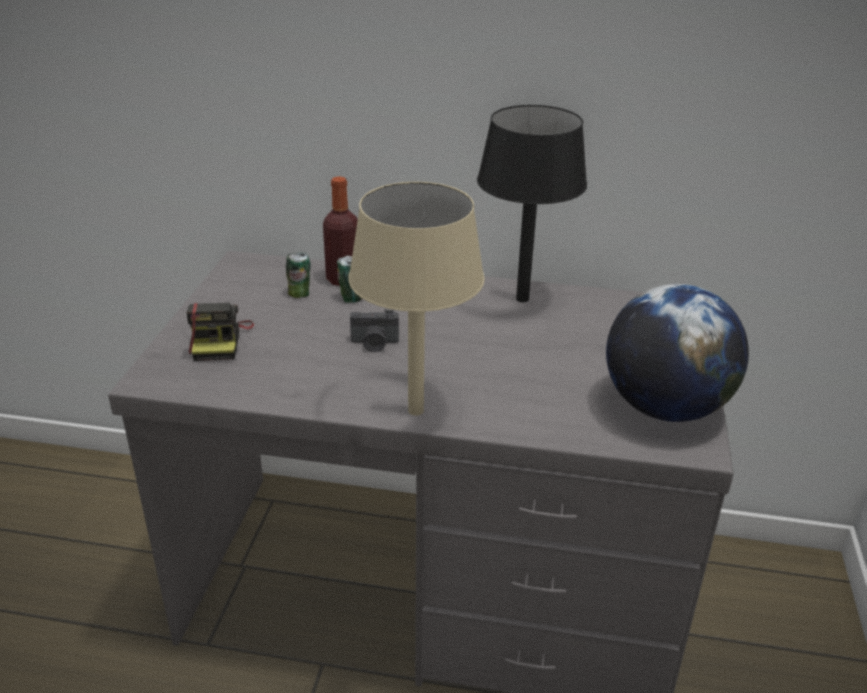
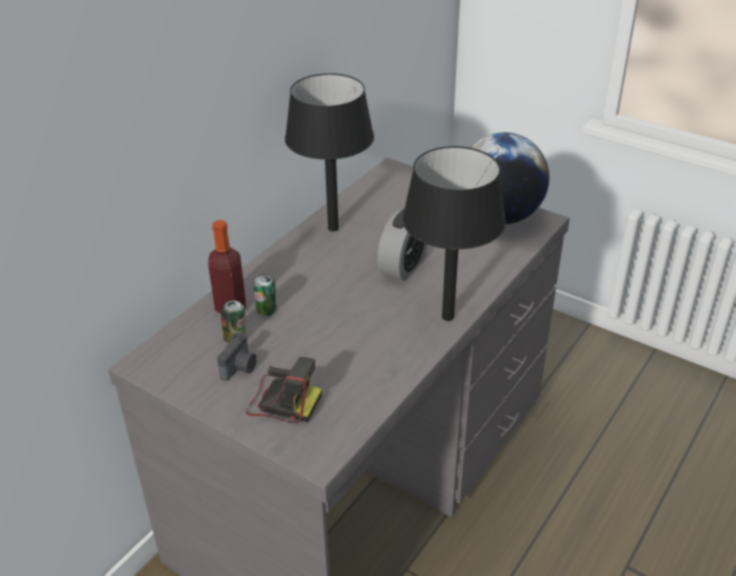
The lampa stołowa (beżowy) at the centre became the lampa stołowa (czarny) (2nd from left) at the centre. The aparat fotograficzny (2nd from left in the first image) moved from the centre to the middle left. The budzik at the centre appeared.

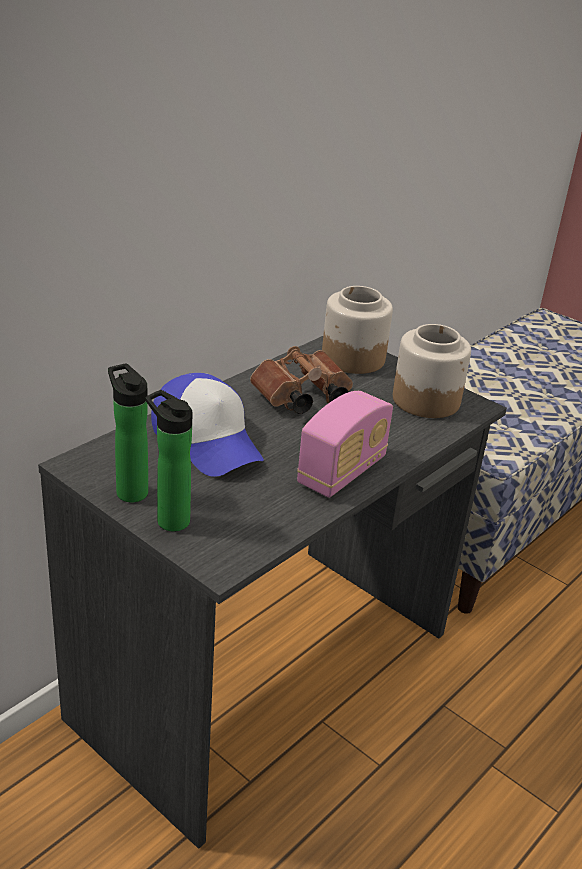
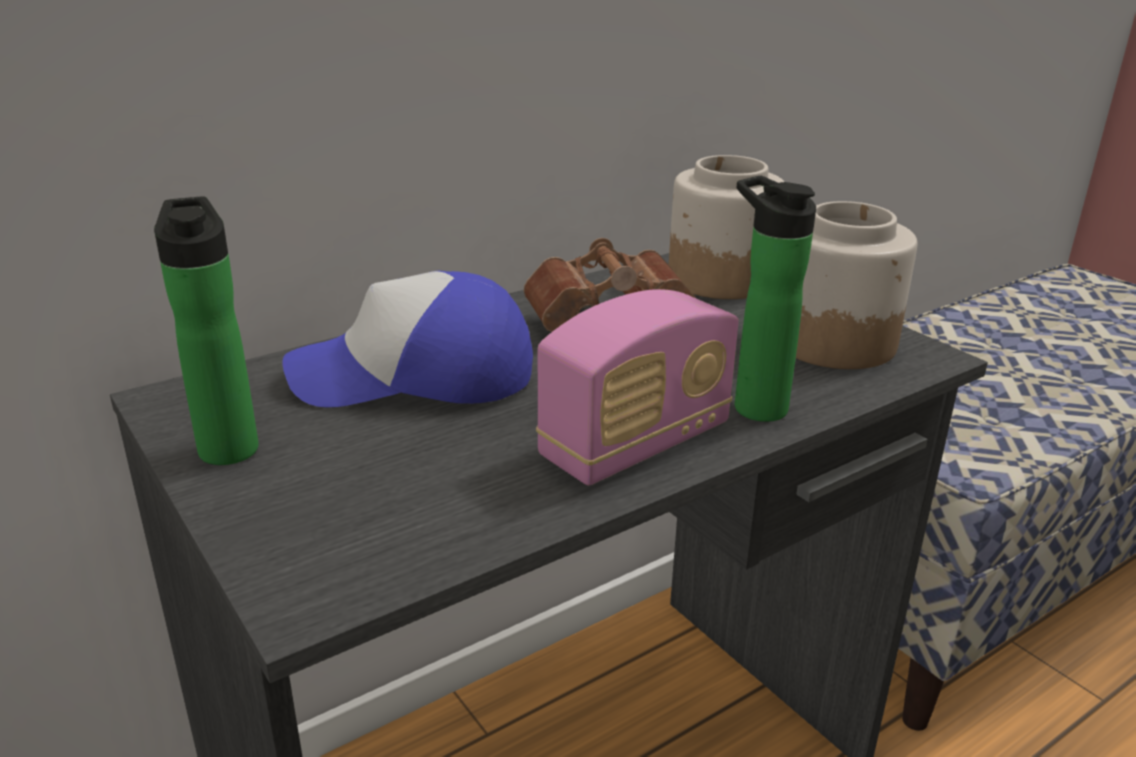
The butelka (2nd from left) moved from the middle left to the middle right. The czapka z daszkiem at the centre turned 105 degrees clockwise.

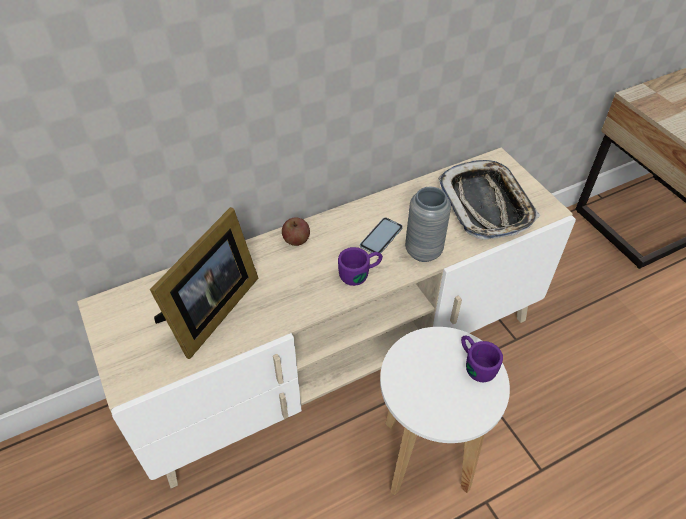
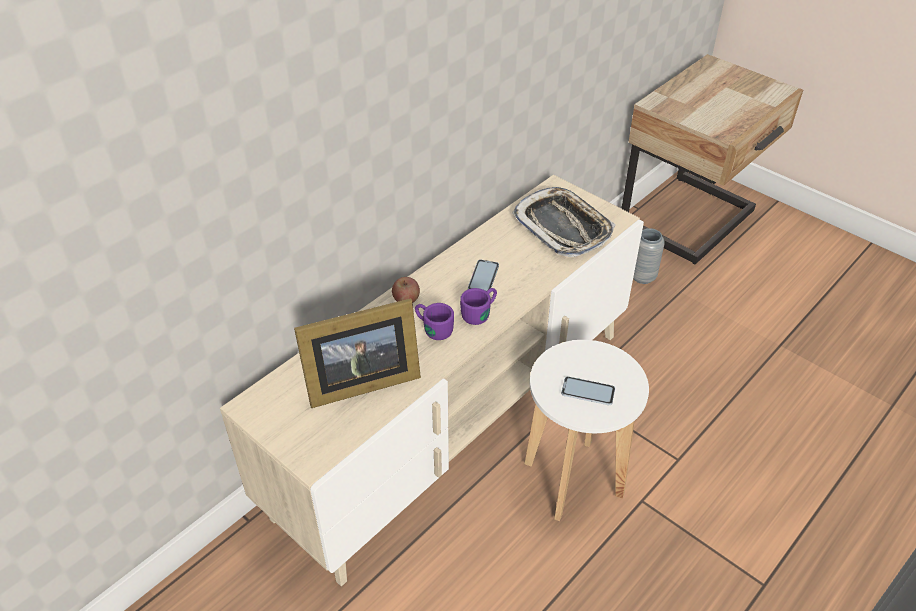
The ramka na zdjęcie at the middle left turned 60 degrees clockwise. The wazon (szary) moved from the centre to the middle right. The kubek (fioletowy) (2nd from left in the first image) moved from the bottom right to the centre. The telefon (2nd from left) at the centre appeared.

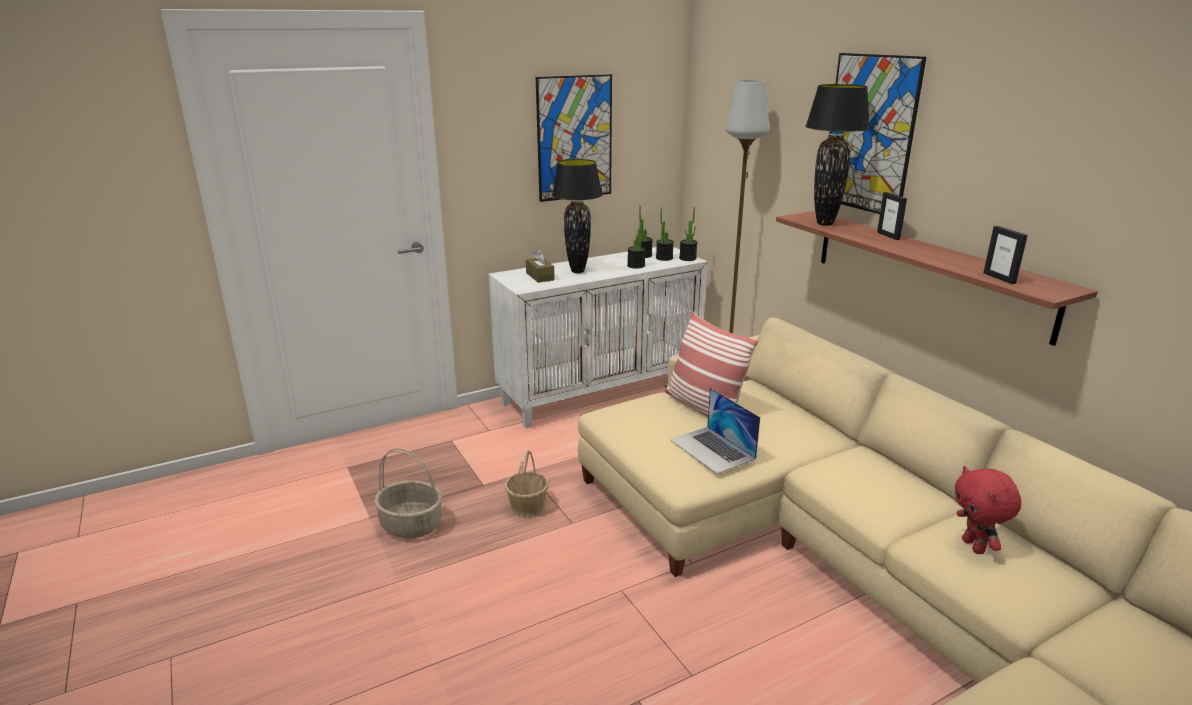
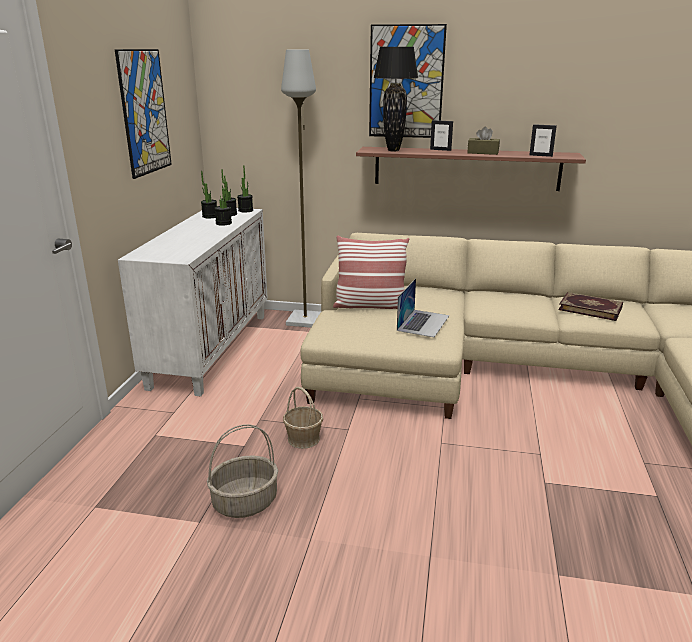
The pudełko chusteczek (brązowy) moved from the centre to the top right. The lampa stołowa (czarny) (1st from left) at the top centre disappeared. The laptop at the centre turned 75 degrees counterclockwise. The pluszak (czerwony) at the bottom right was replaced by the książka at the middle right.

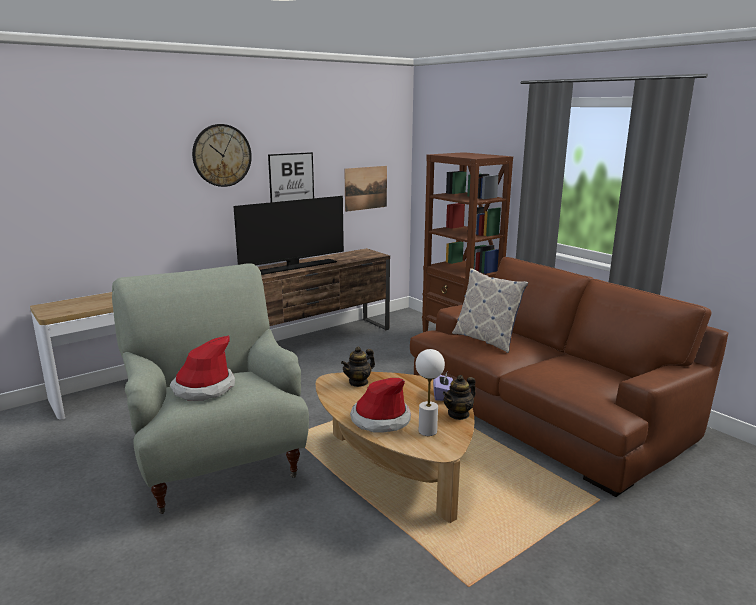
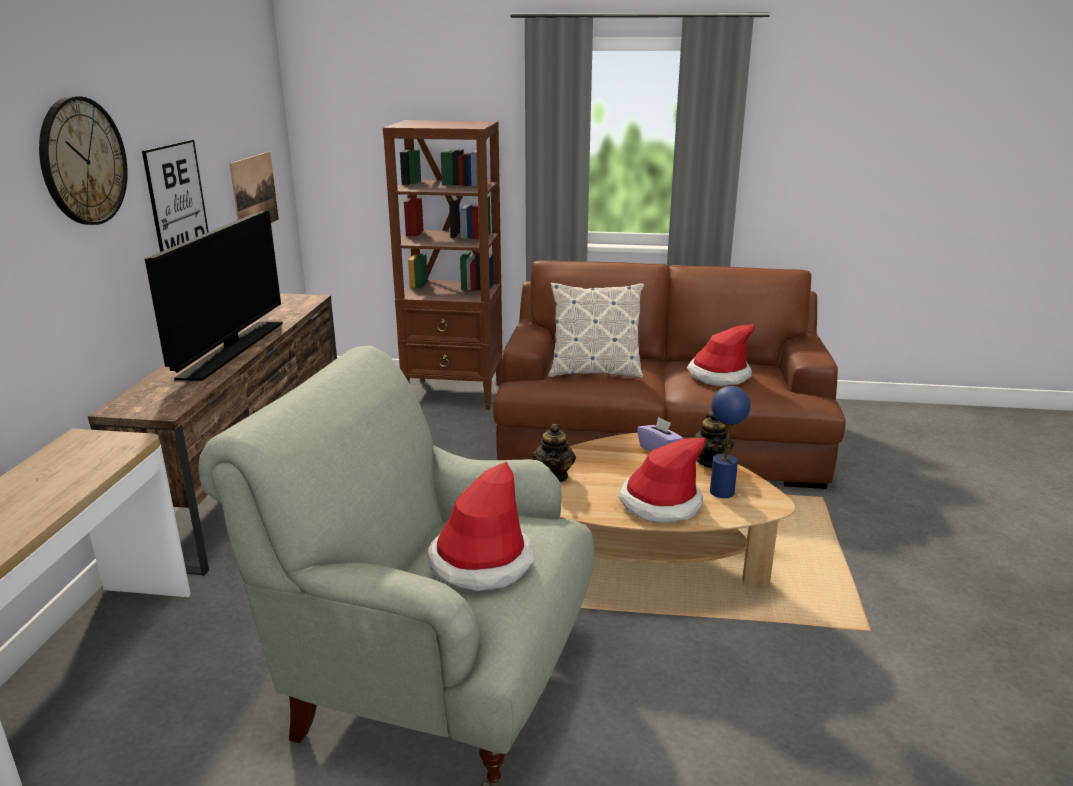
The lampa stołowa (biały) at the centre became the lampa stołowa (niebieski) at the middle right. The kapelusz (3rd from left) at the middle right appeared.

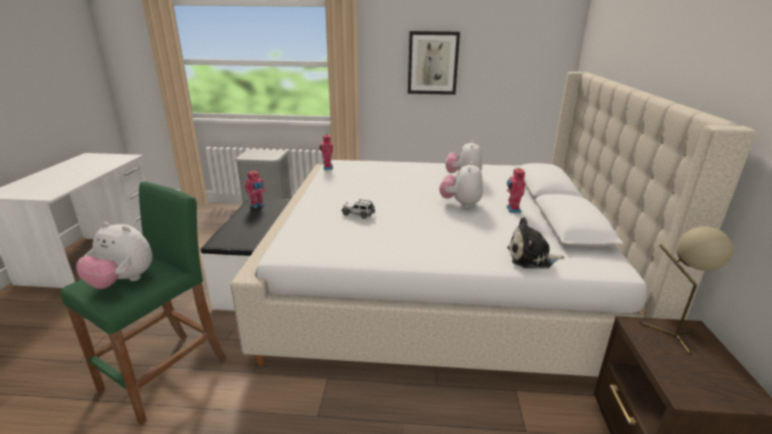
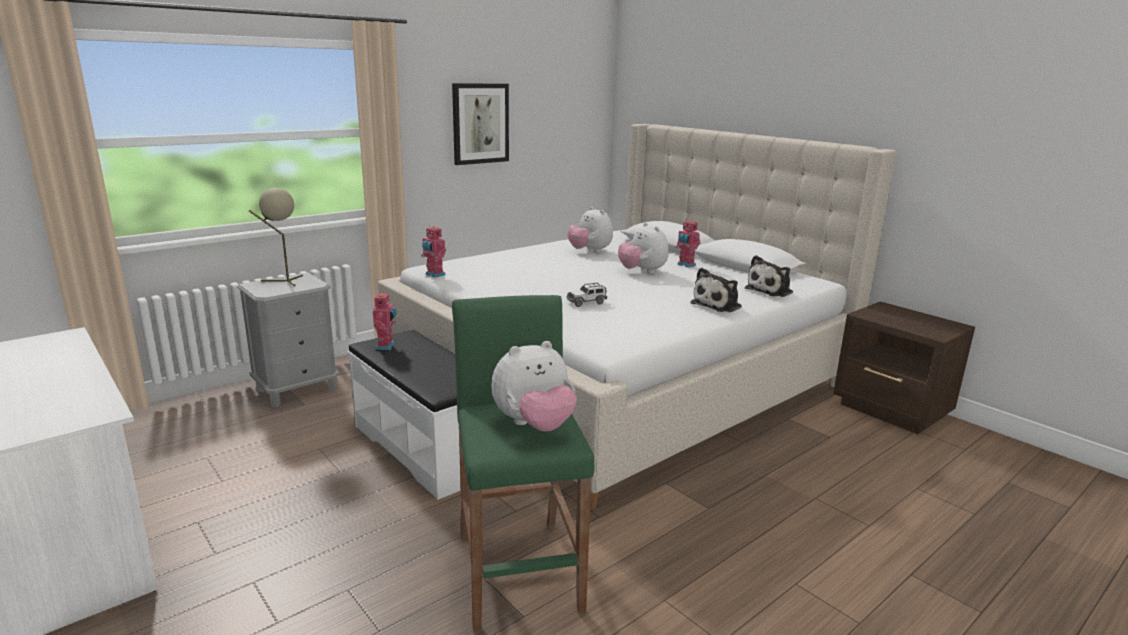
The lampa stołowa (beżowy) moved from the bottom right to the middle left. The pluszak (4th from left) at the centre appeared.

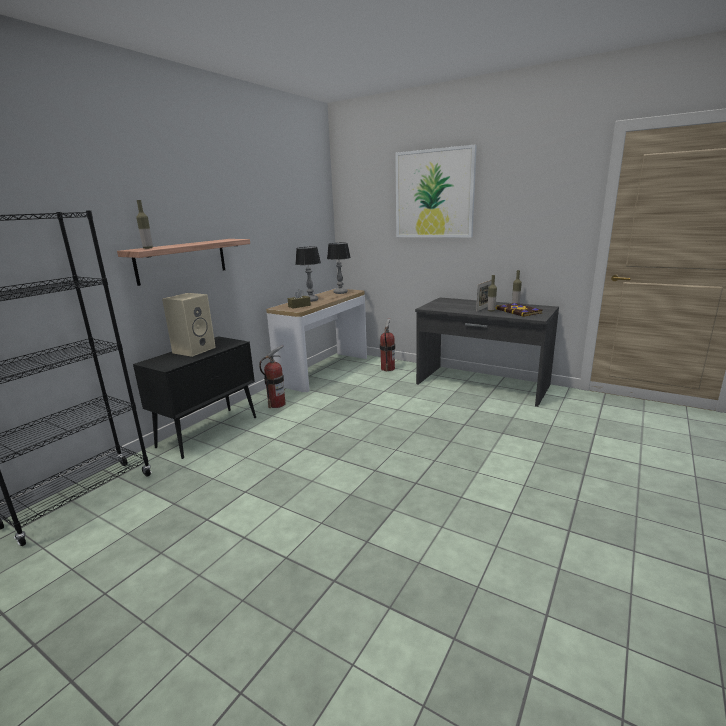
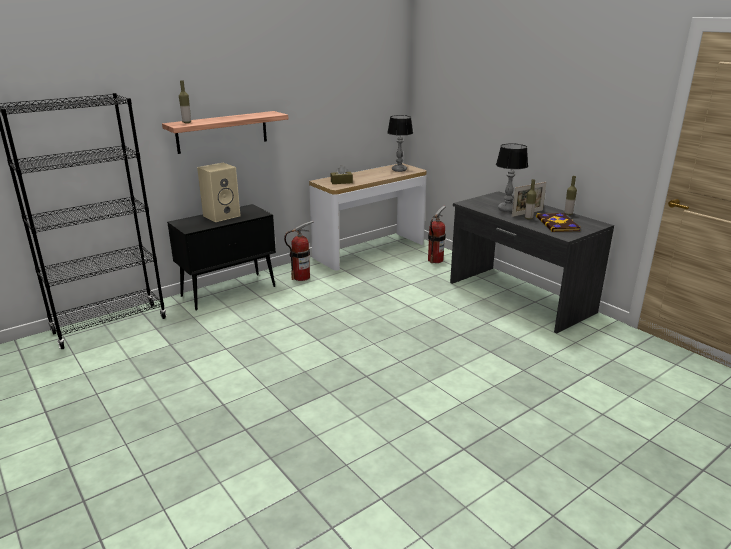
The lampa stołowa (1st from left in the first image) moved from the centre to the top right. The obraz at the top centre disappeared.

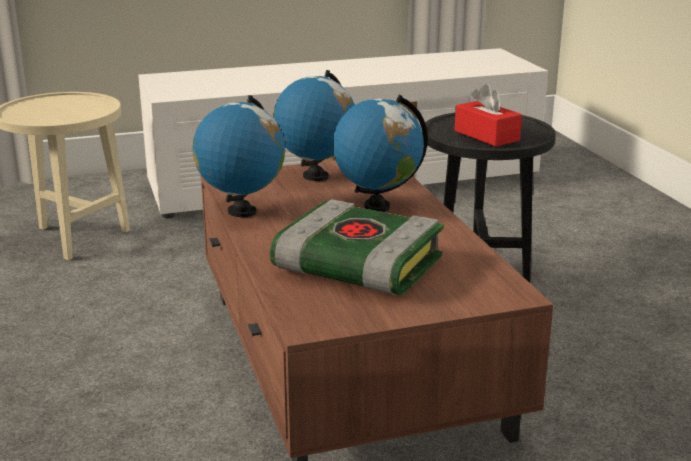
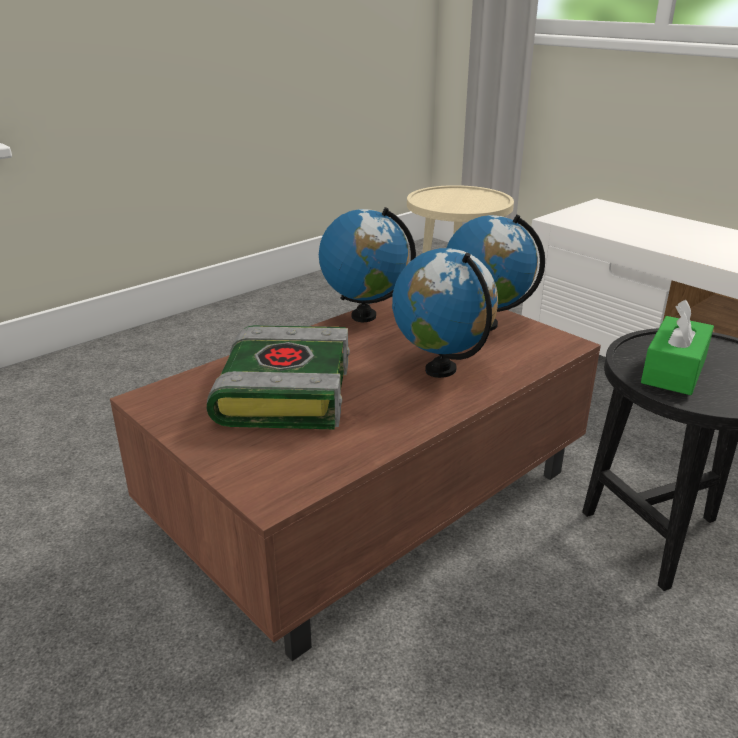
The pudełko chusteczek (czerwony) at the top right became the pudełko chusteczek (zielony) at the middle right.

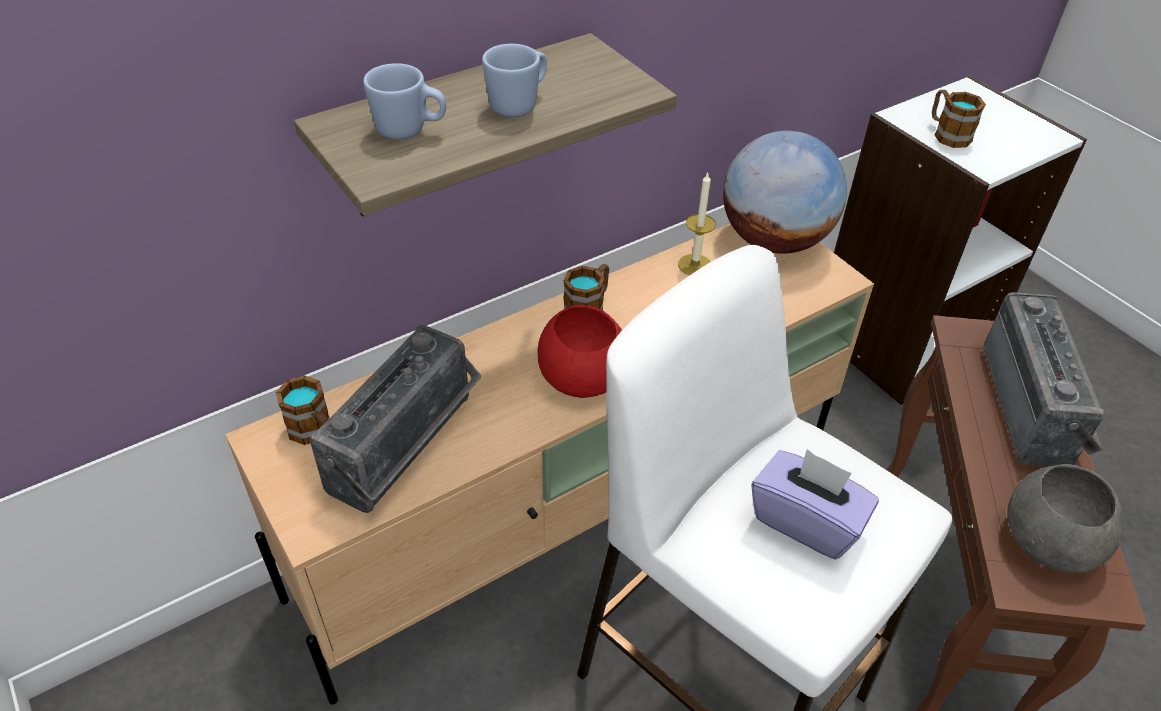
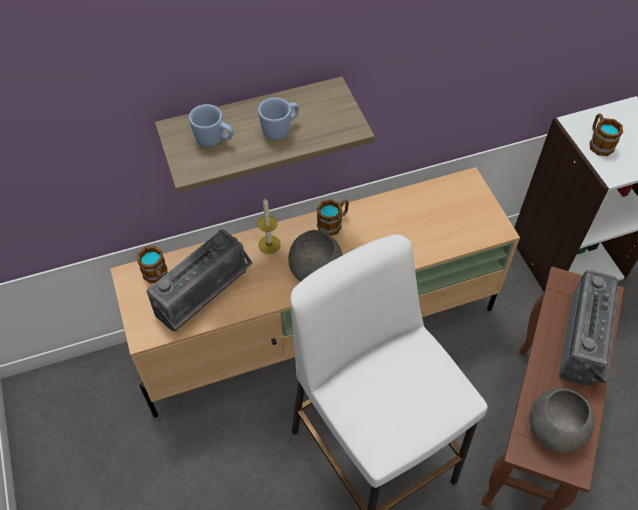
The miska (czerwony) at the centre became the miska (szary) (1st from left) at the centre. The świeca moved from the top centre to the centre. The globus at the top right disappeared. The pudełko chusteczek (fioletowy) at the bottom right disappeared.

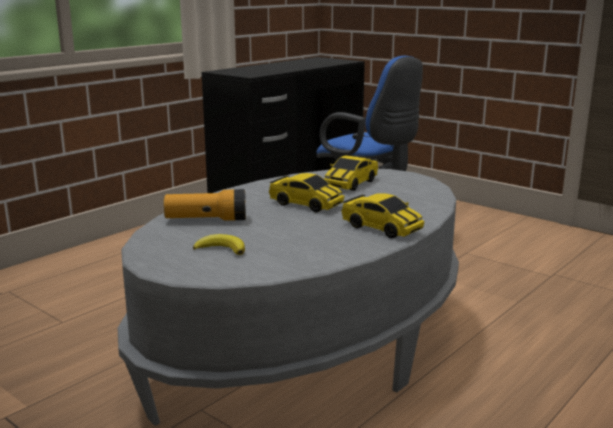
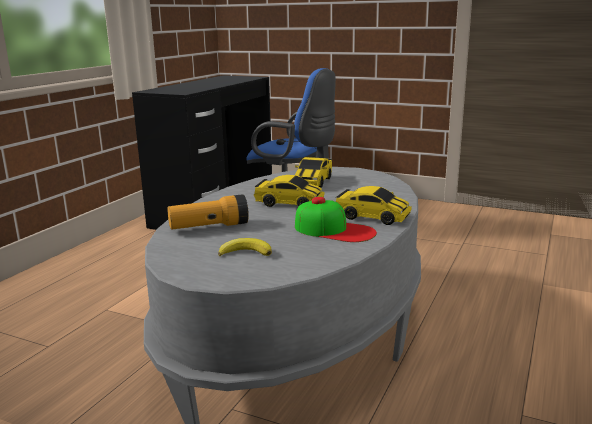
The czapka z daszkiem at the centre appeared.

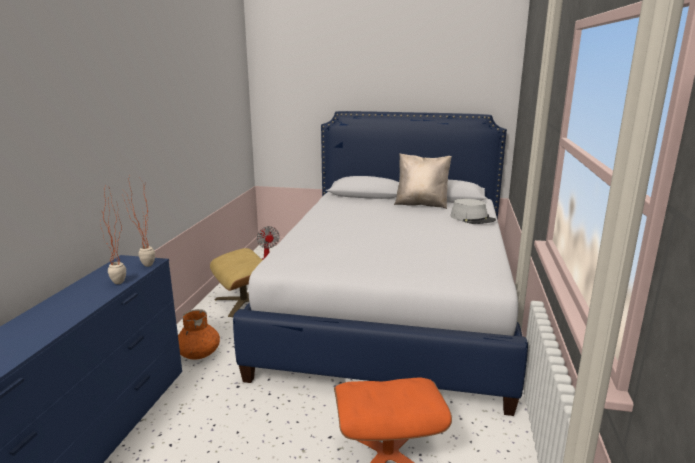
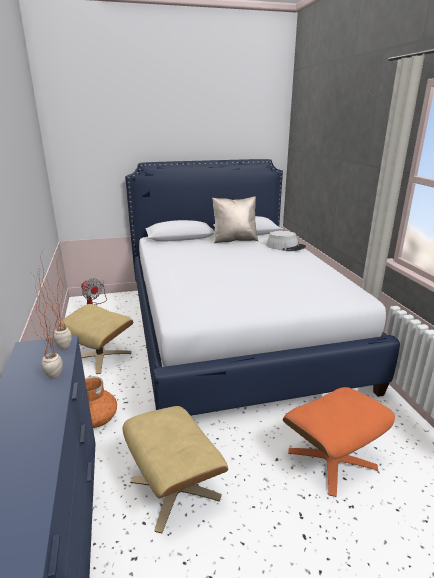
The pufa (beżowy) (2nd from left) at the bottom centre appeared.

